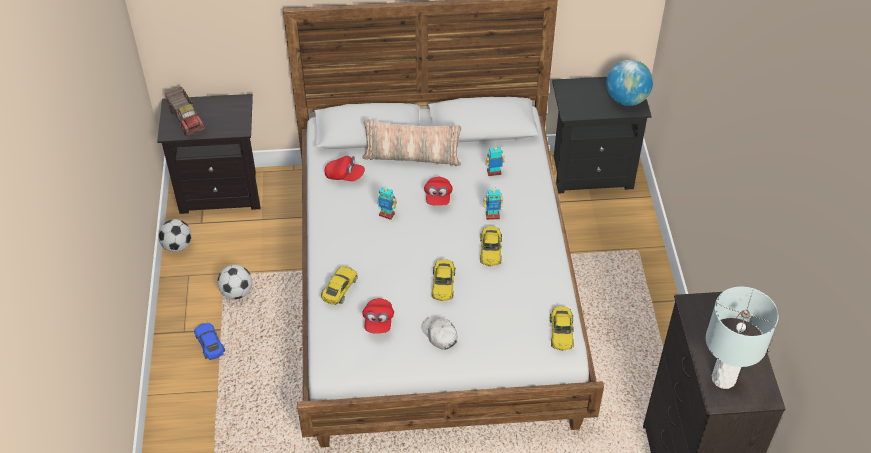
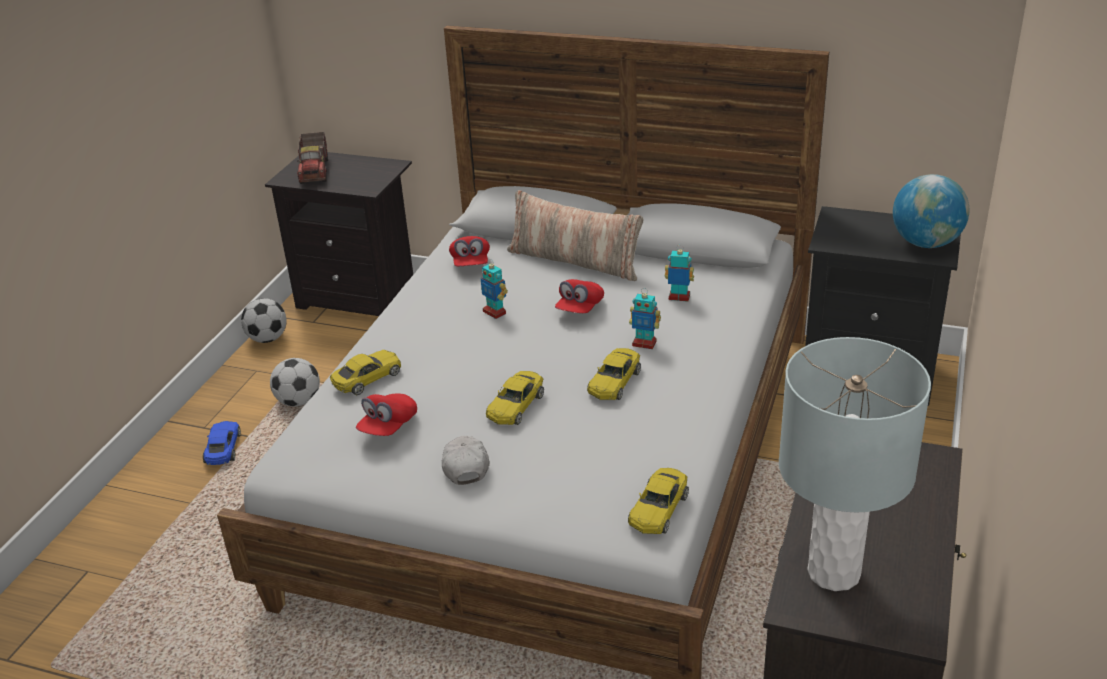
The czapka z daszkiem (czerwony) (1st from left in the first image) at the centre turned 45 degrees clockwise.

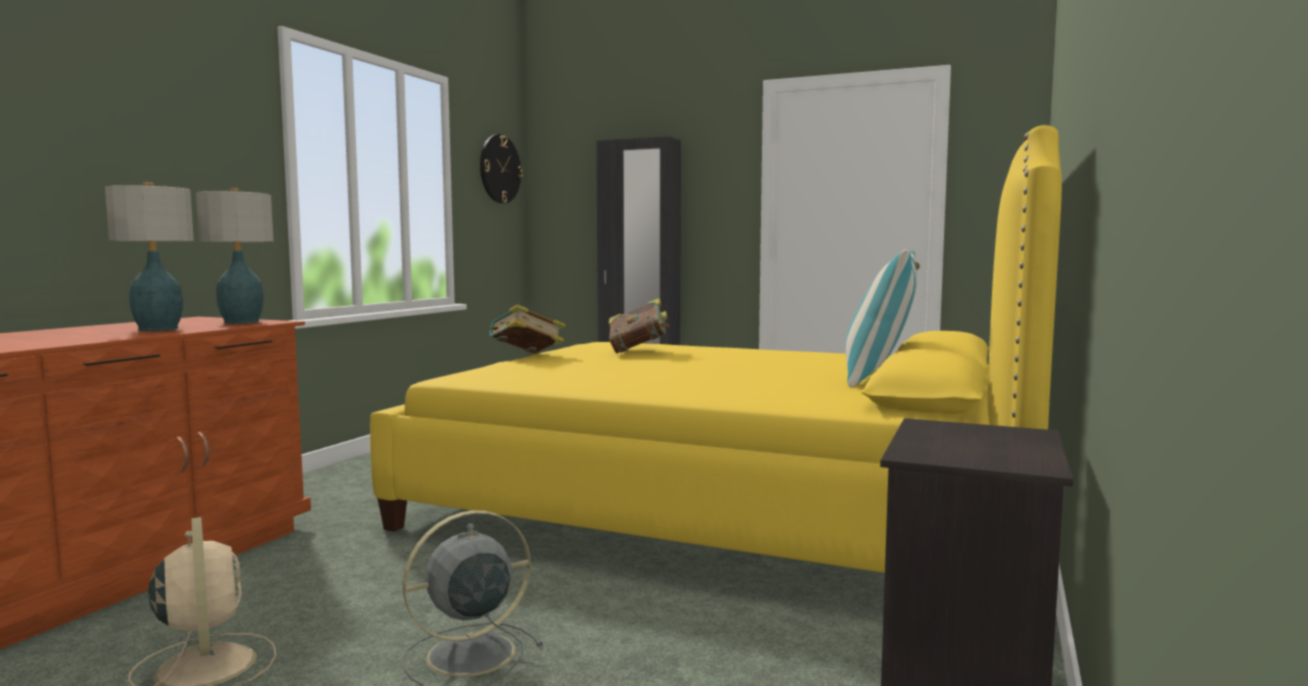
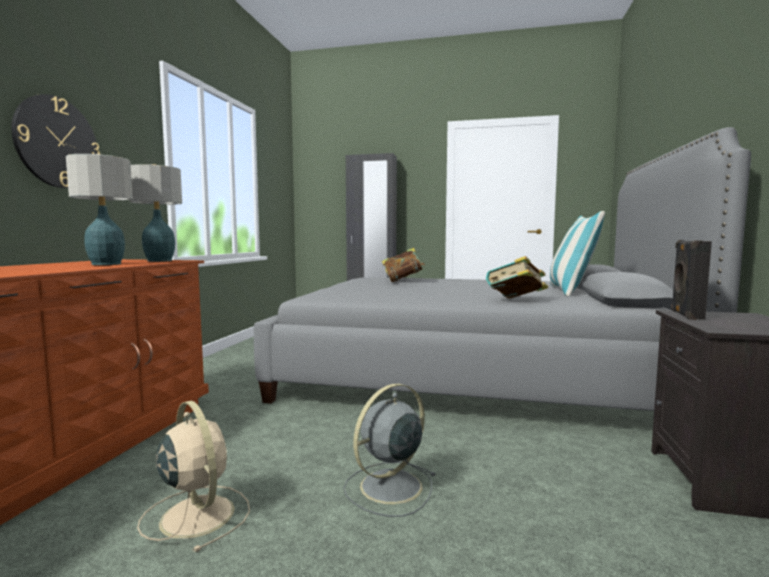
The łóżko (żółty) at the centre became the łóżko (szary) at the centre. The zegar ścienny moved from the top centre to the top left. The książka (1st from left in the first image) moved from the centre to the middle right. The głośnik (czarny) at the middle right appeared.

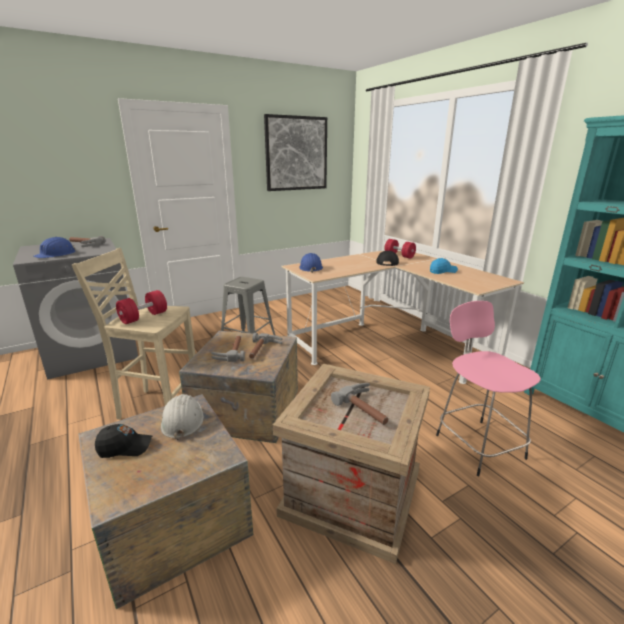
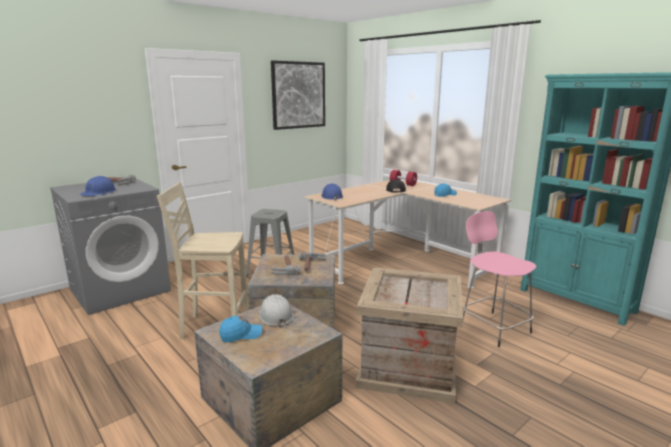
The czapka z daszkiem (czarny) (1st from left) at the bottom left became the czapka z daszkiem (niebieski) (1st from left) at the bottom centre. The hantel (czerwony) (1st from left) at the middle left disappeared. The młotek (4th from left) at the centre disappeared.

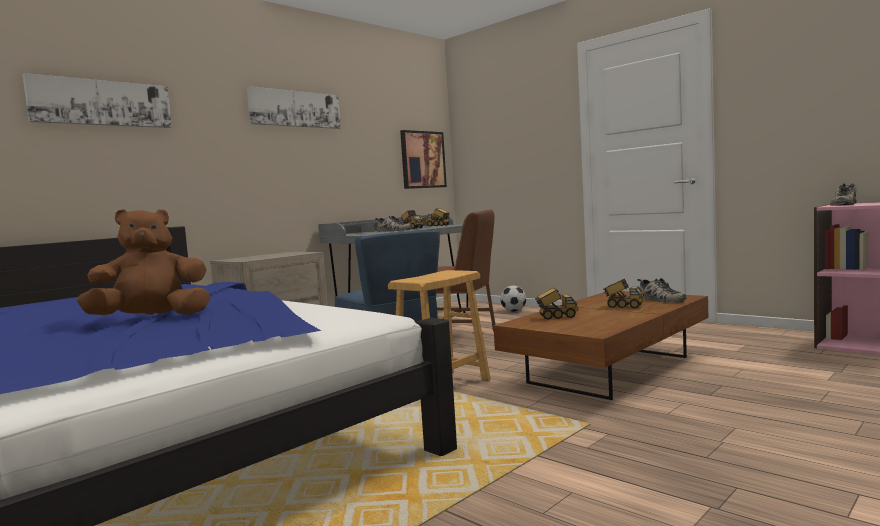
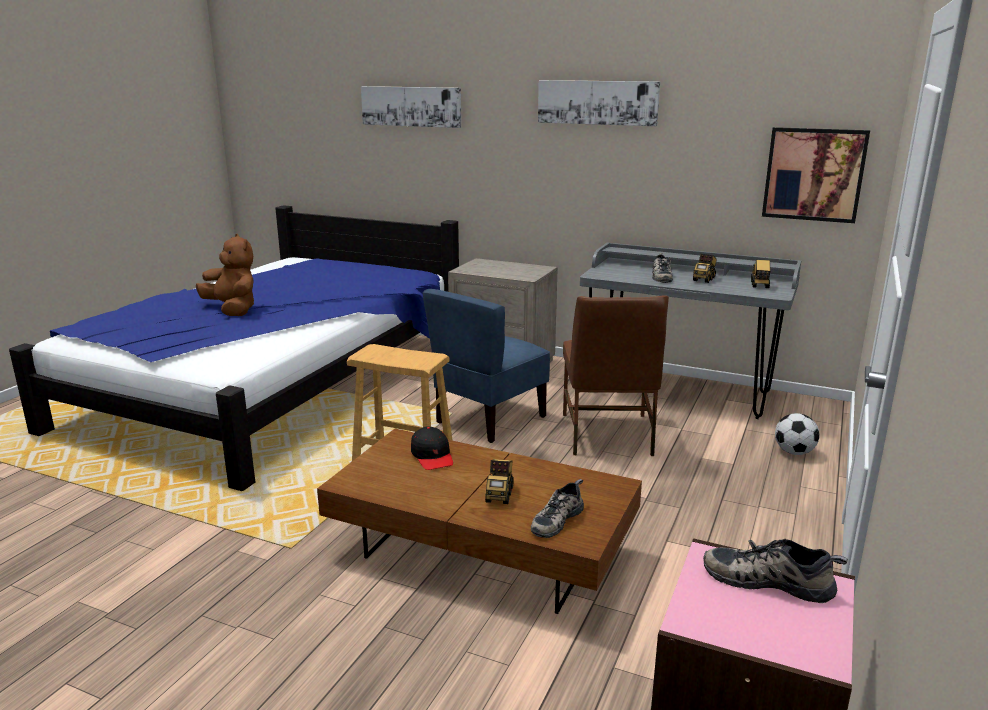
The ciężarówka zabawkowa (3rd from left) at the centre was replaced by the czapka z daszkiem (czarny) at the centre.

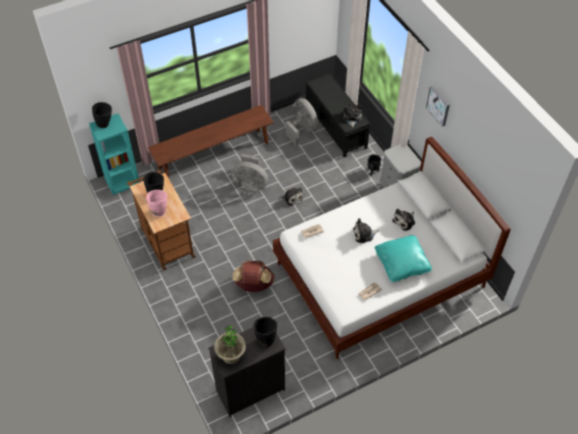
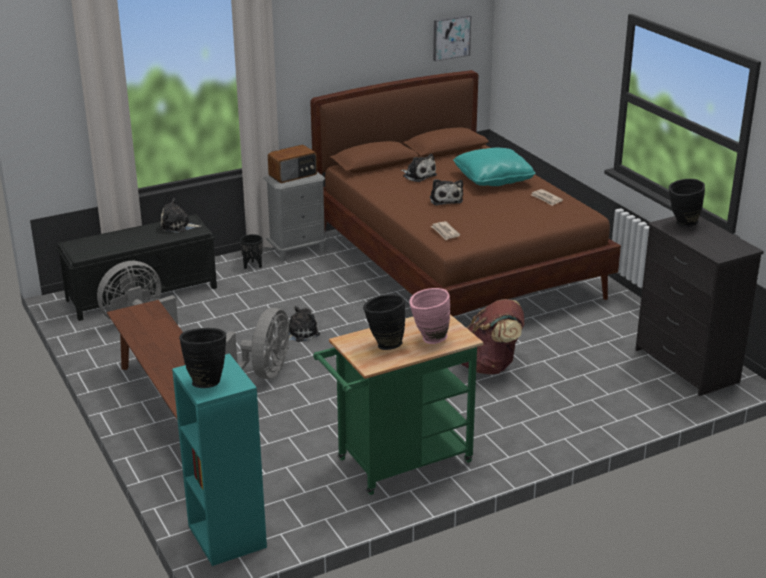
The wózek (brązowy) at the middle left became the wózek (zielony) at the bottom centre. The roślina doniczkowa at the bottom centre disappeared. The łóżko (biały) at the middle right became the łóżko (brązowy) at the centre. The obraz moved from the top right to the top centre. The radio at the top centre appeared.

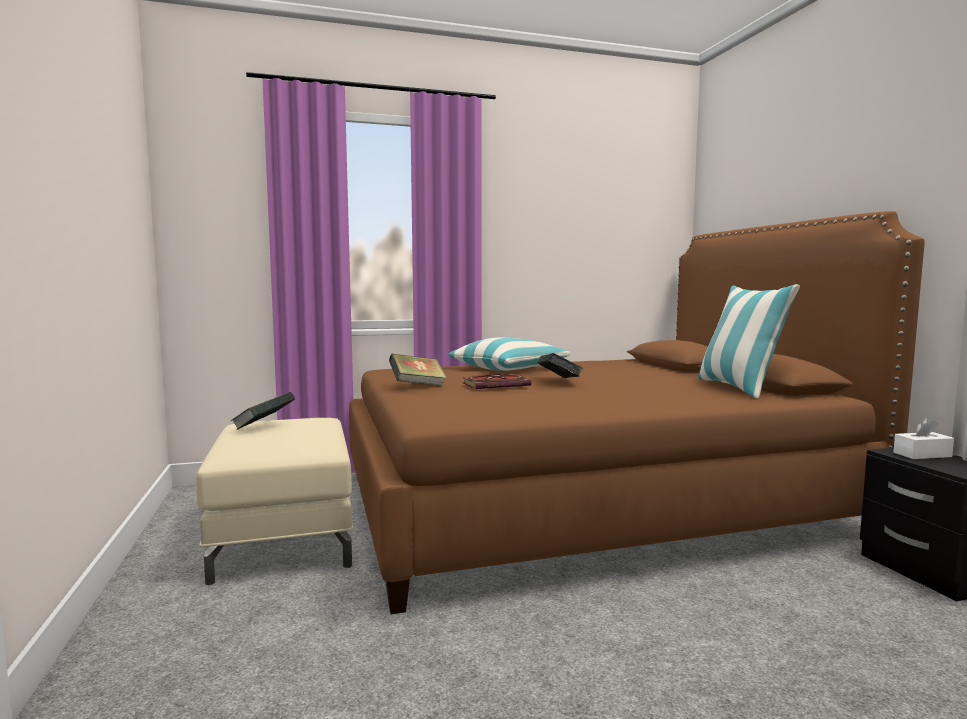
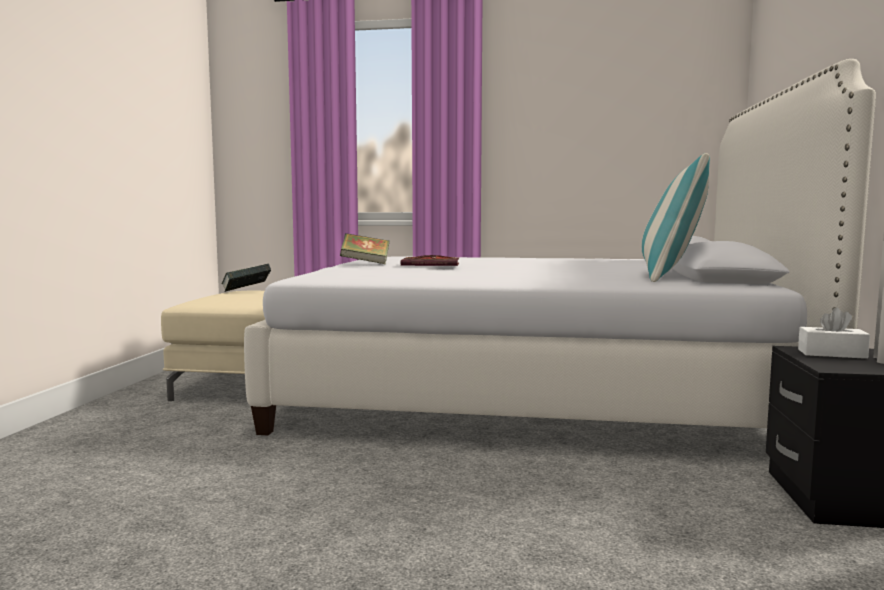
The łóżko (brązowy) at the centre became the łóżko (biały) at the centre. The poduszka (1st from left) at the centre disappeared. The książka (4th from left) at the centre disappeared.

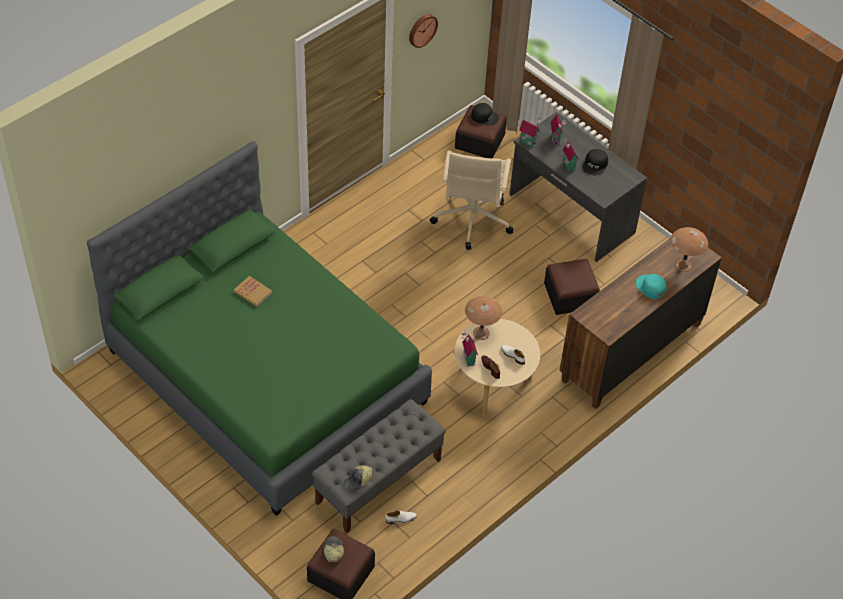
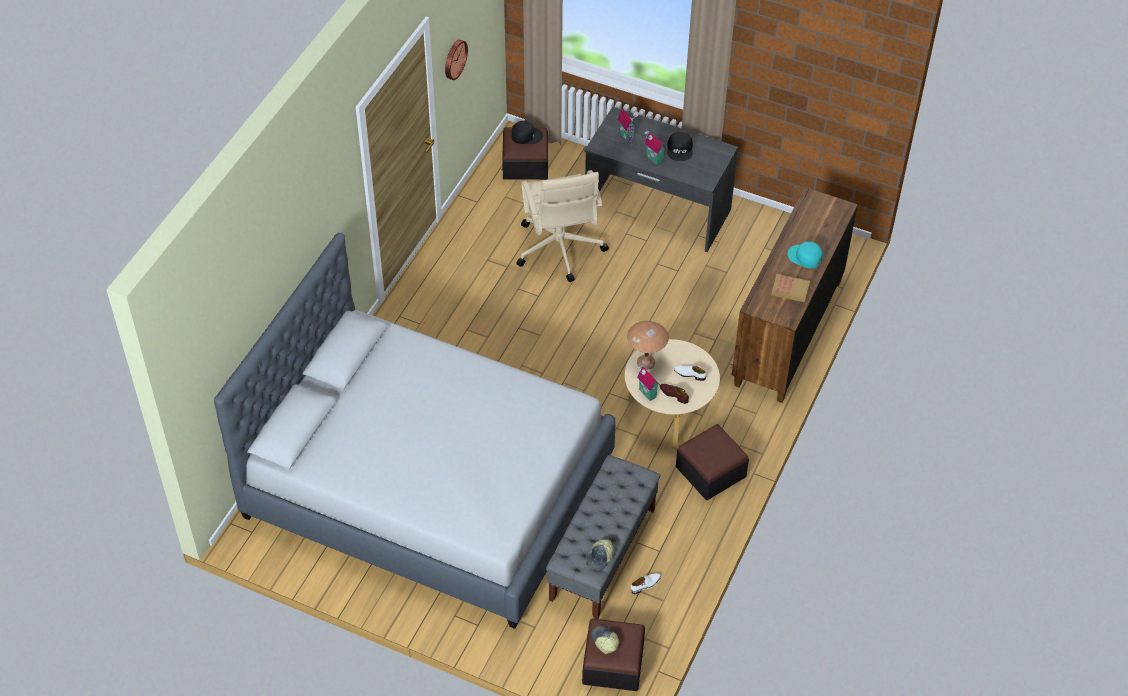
The łóżko (zielony) at the middle left became the łóżko (szary) at the centre. The książka moved from the middle left to the middle right. The domek (2nd from left) at the top centre disappeared. The pufa (3rd from left) moved from the middle right to the centre. The lampa stołowa (brązowy) (2nd from left) at the middle right disappeared.

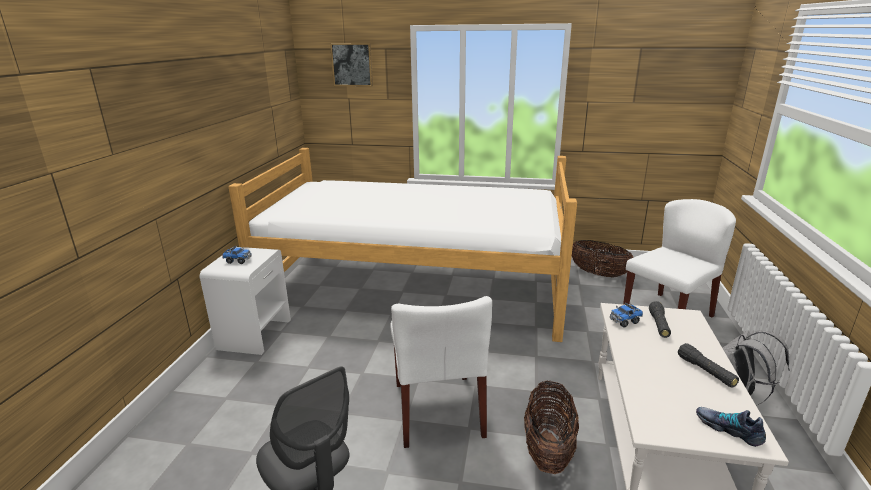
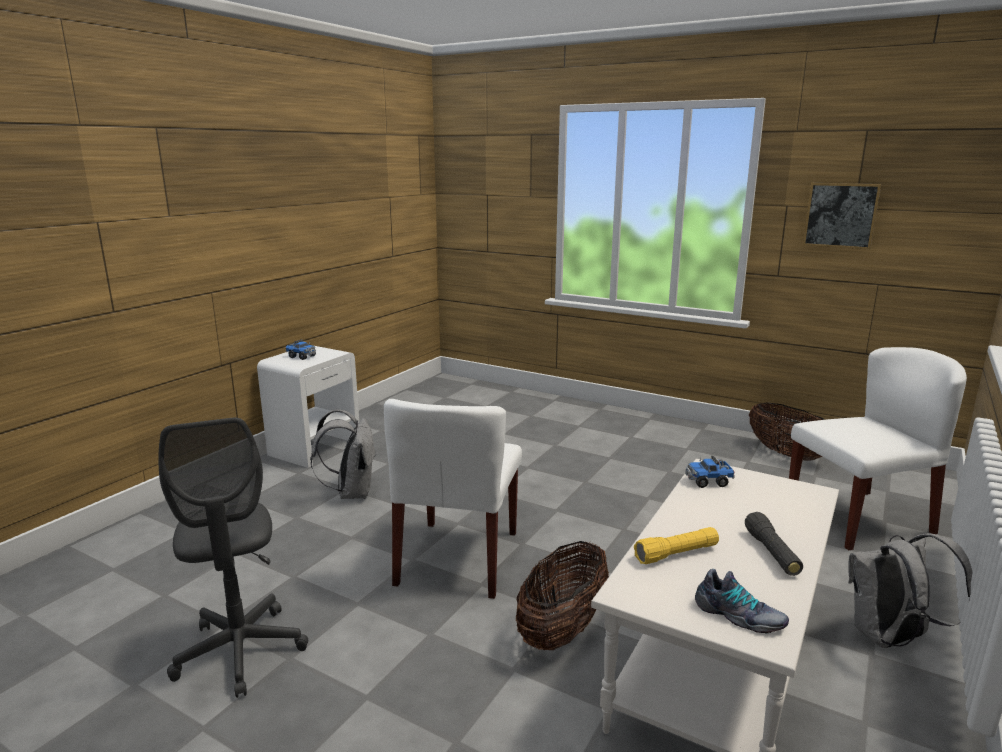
The łóżko at the centre disappeared. The obraz moved from the top centre to the top right. The latarka (czarny) (1st from left) at the middle right disappeared. The but at the bottom right turned 150 degrees clockwise. The plecak (szary) (1st from left) at the centre appeared. The latarka (żółty) at the bottom right appeared.

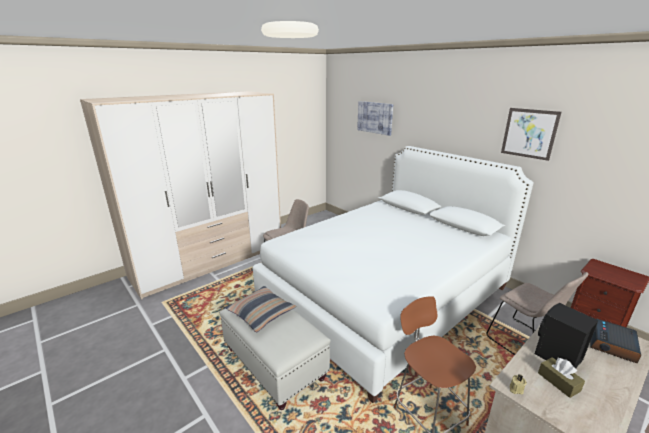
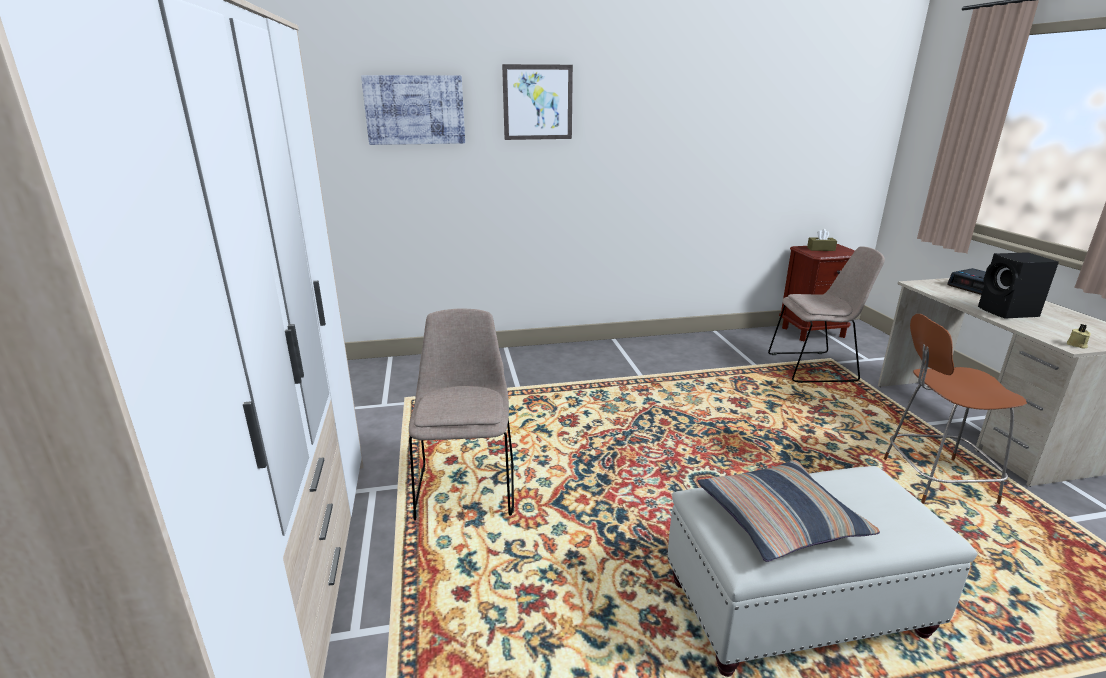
The łóżko (biały) at the centre disappeared. The obraz (2nd from left) moved from the top right to the top centre. The pudełko chusteczek (brązowy) moved from the bottom right to the middle right.

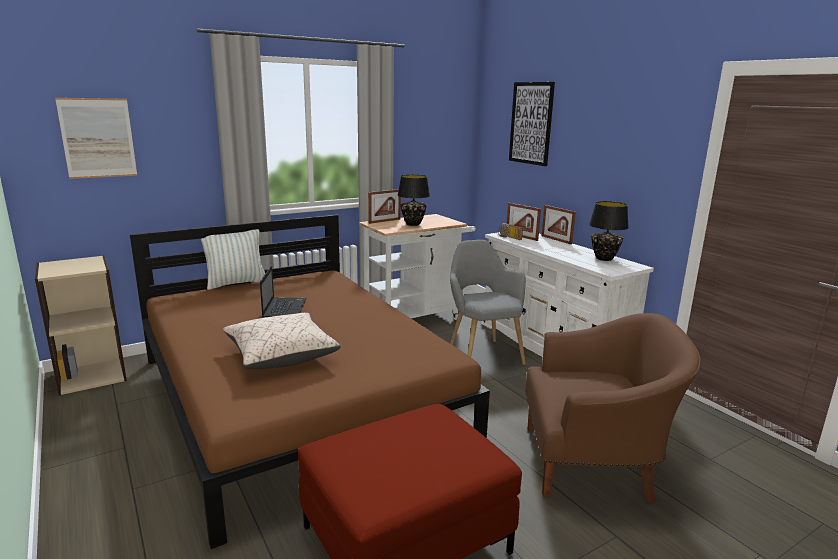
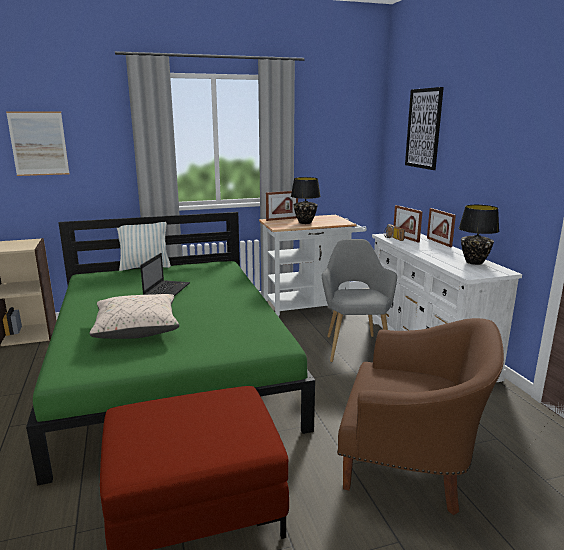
The łóżko (brązowy) at the bottom centre became the łóżko (zielony) at the middle left.

